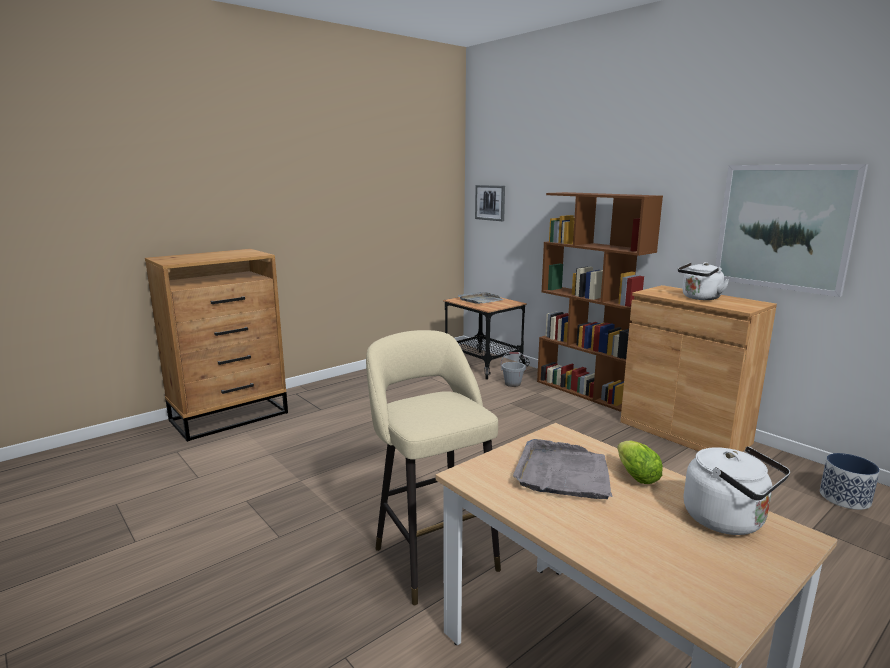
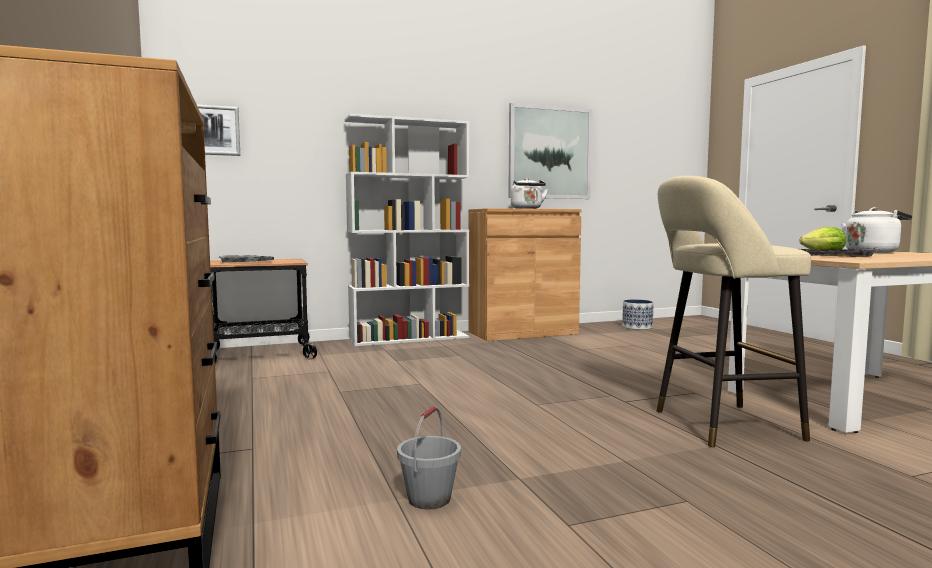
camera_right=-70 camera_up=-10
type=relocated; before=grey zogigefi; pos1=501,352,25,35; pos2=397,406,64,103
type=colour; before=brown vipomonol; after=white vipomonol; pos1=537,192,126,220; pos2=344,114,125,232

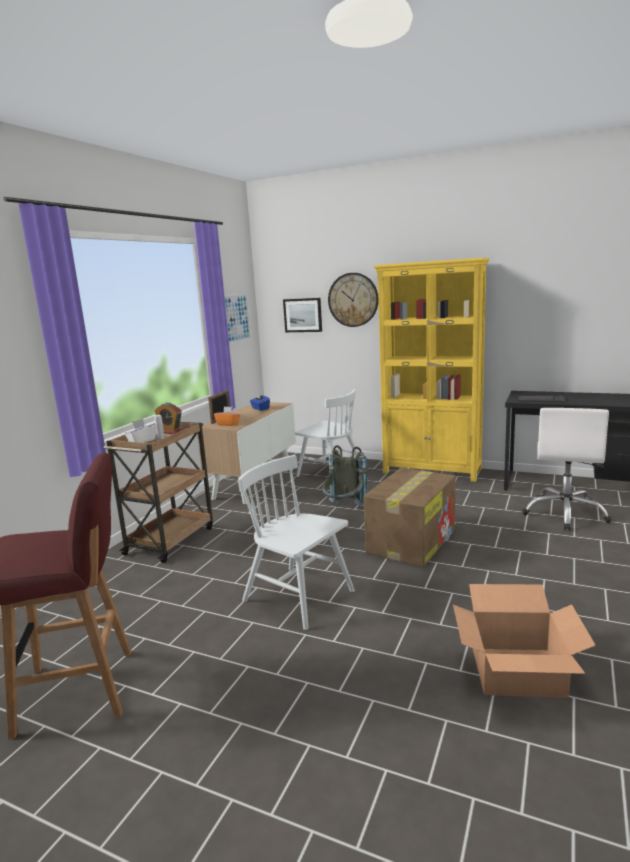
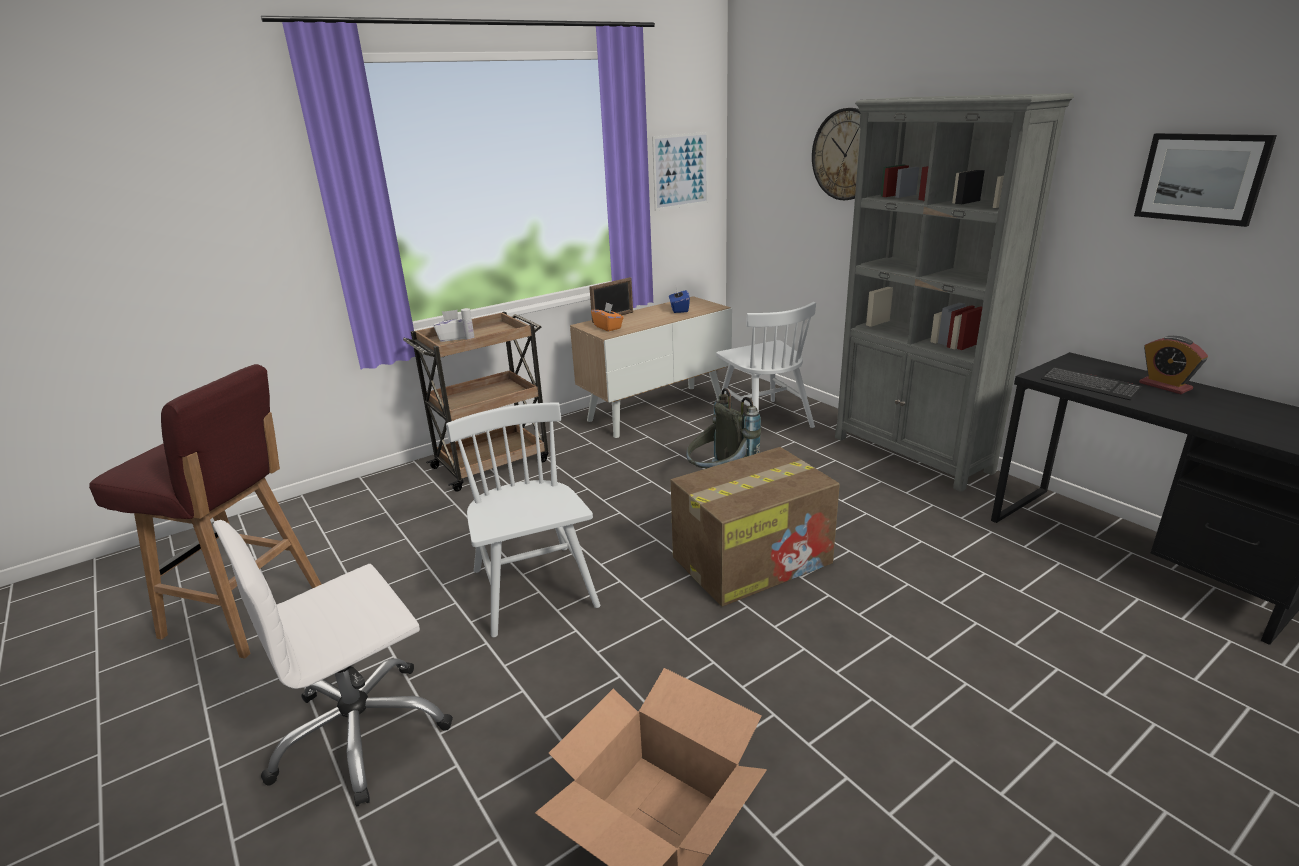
camera_right=30 camera_up=10
type=relocated; before=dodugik; pos1=154,403,29,31; pos2=1139,336,69,58
type=relocated; before=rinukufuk; pos1=283,298,39,34; pos2=1134,133,143,94
type=colour; before=yellow vipomonol; after=grey vipomonol; pos1=374,258,116,224; pos2=835,93,239,399
type=relocated; before=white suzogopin; pos1=522,408,90,123; pos2=213,520,240,286

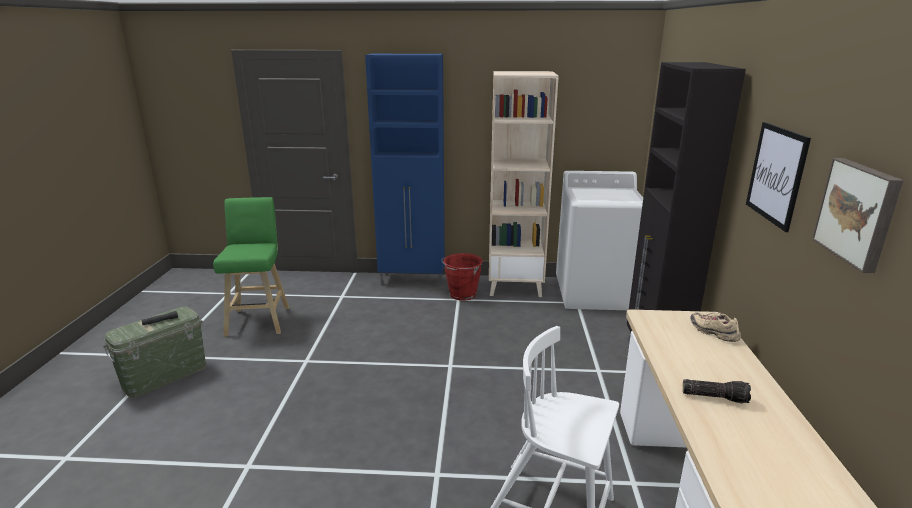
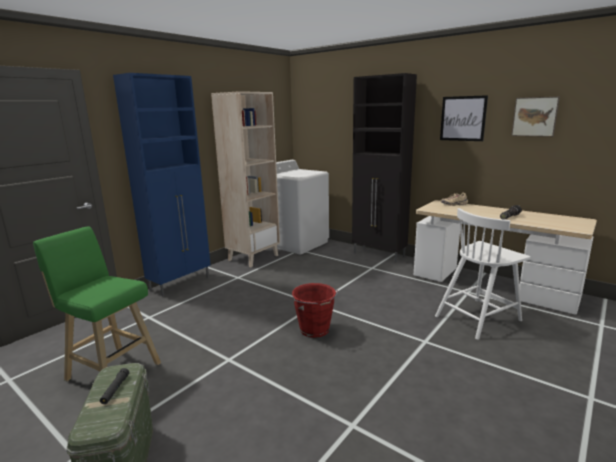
camera_right=-55 camera_up=-5
type=relocated; before=red zogigefi; pos1=441,253,42,48; pos2=292,283,46,55

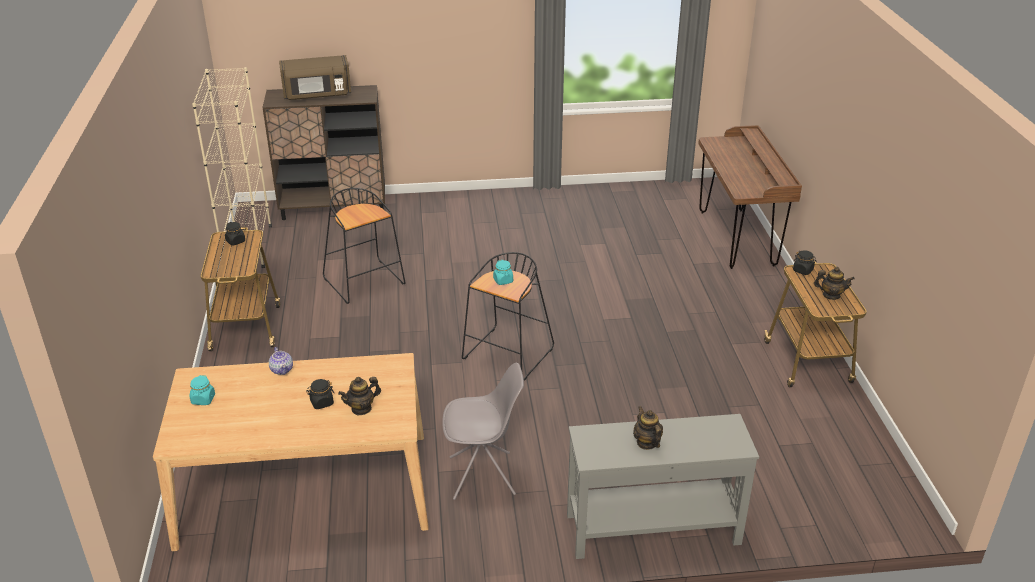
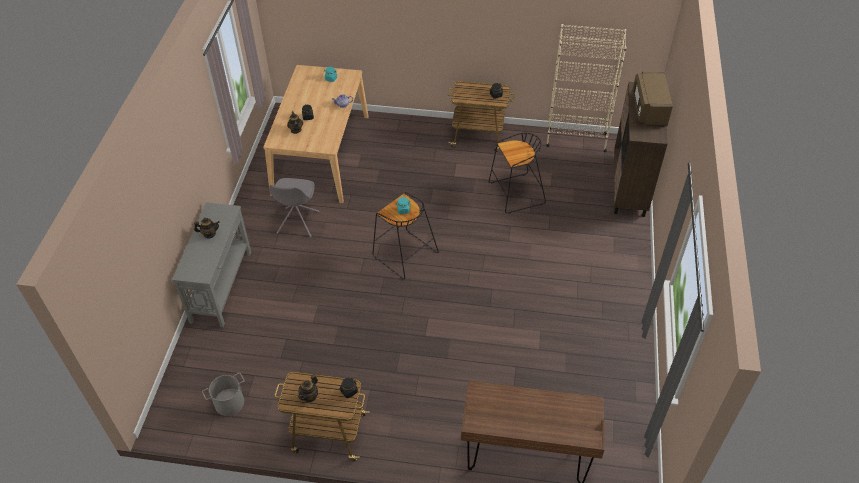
camera_right=105 camera_up=15
type=appeared; after=grey zogigefi; pos2=202,373,43,43

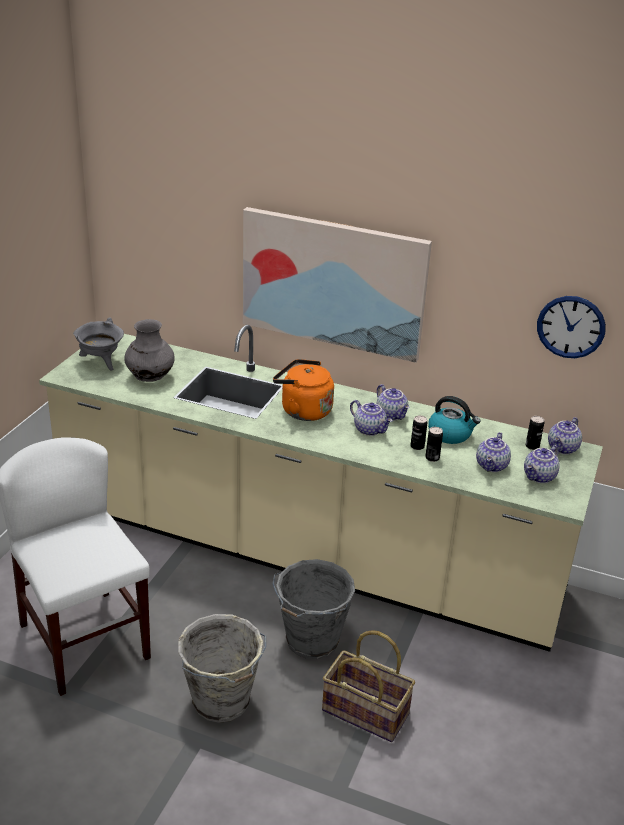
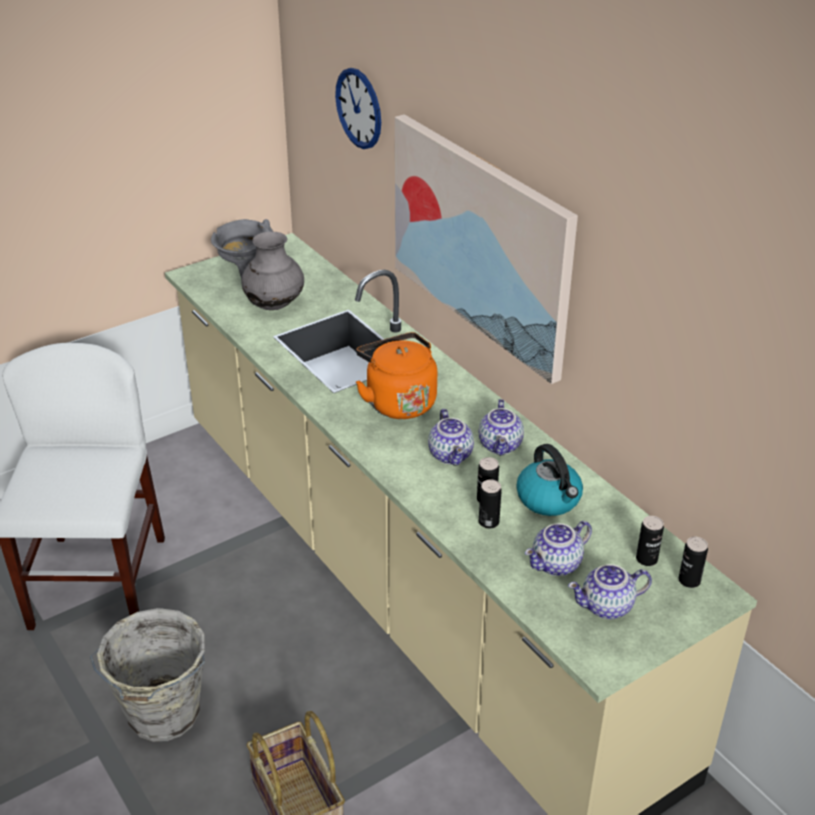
camera_right=35 camera_up=5
type=missing; before=grey zogigefi; pos1=272,559,83,100
type=relocated; before=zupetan; pos1=537,296,69,62; pos2=335,68,46,81
type=exchanged; before=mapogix; after=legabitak; pos1=548,417,34,38; pos2=678,537,30,51

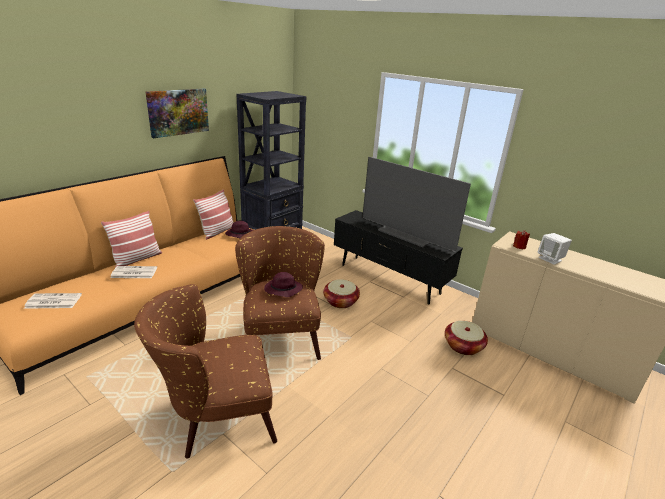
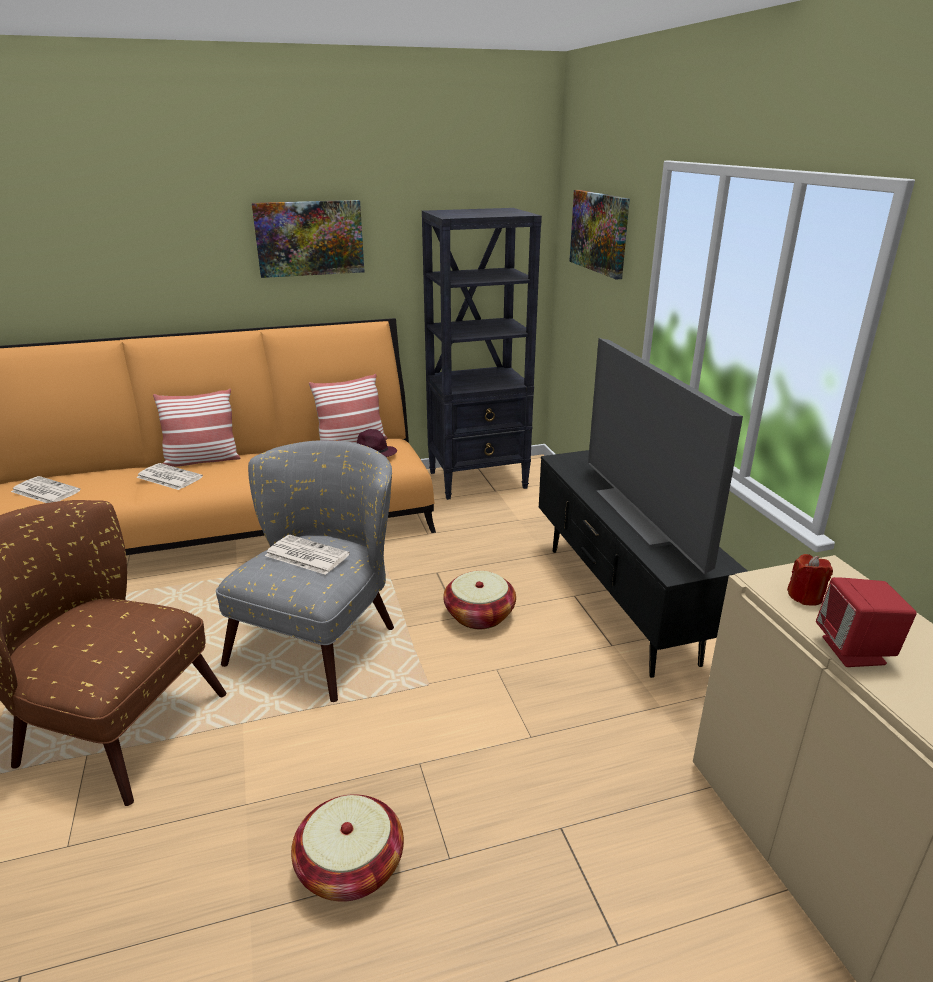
camera_right=35 camera_up=0
type=colour; before=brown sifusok; after=grey sifusok; pos1=235,226,90,134; pos2=216,440,178,262
type=exchanged; before=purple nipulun; after=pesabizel; pos1=264,272,39,25; pos2=265,535,85,40
type=relocated; before=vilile; pos1=445,321,43,34; pos2=291,794,113,108
type=colour; before=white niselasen; after=red niselasen; pos1=538,233,34,32; pos2=816,577,101,90
type=appeared; after=rinukufuk; pos2=569,190,61,90

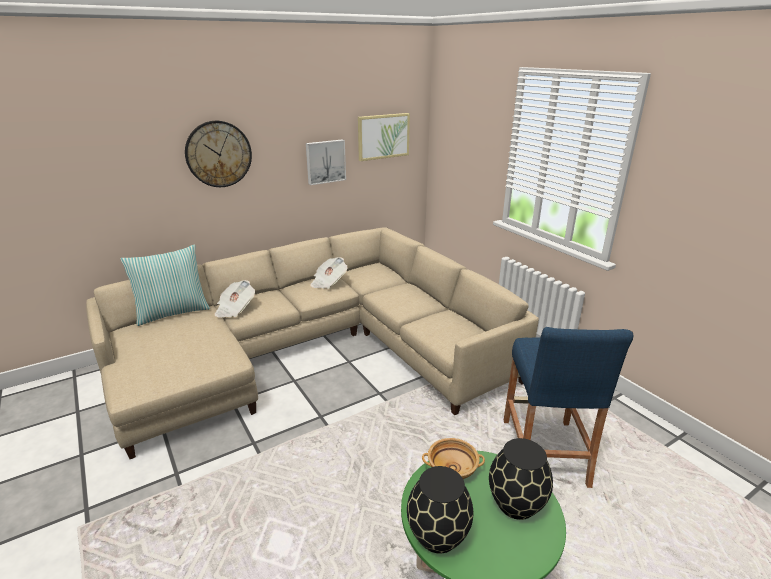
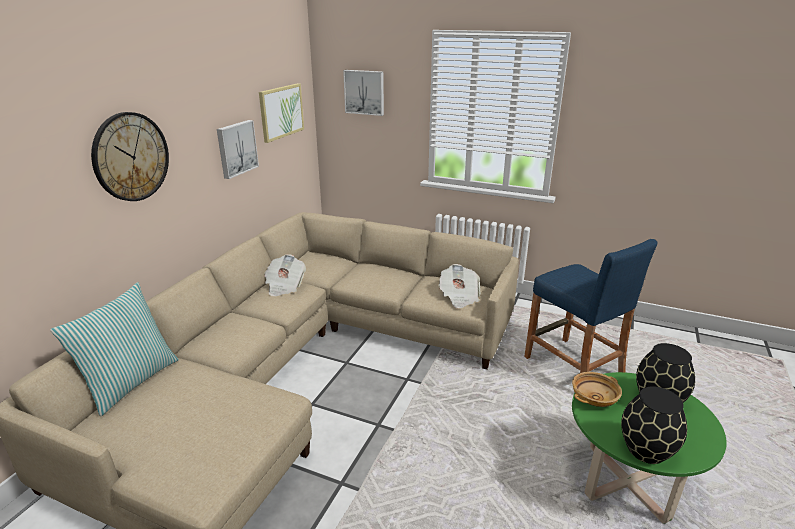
camera_right=-35 camera_up=0
type=relocated; before=pesabizel; pos1=214,280,41,37; pos2=438,264,42,45
type=appeared; after=rinukufuk; pos2=343,70,41,46

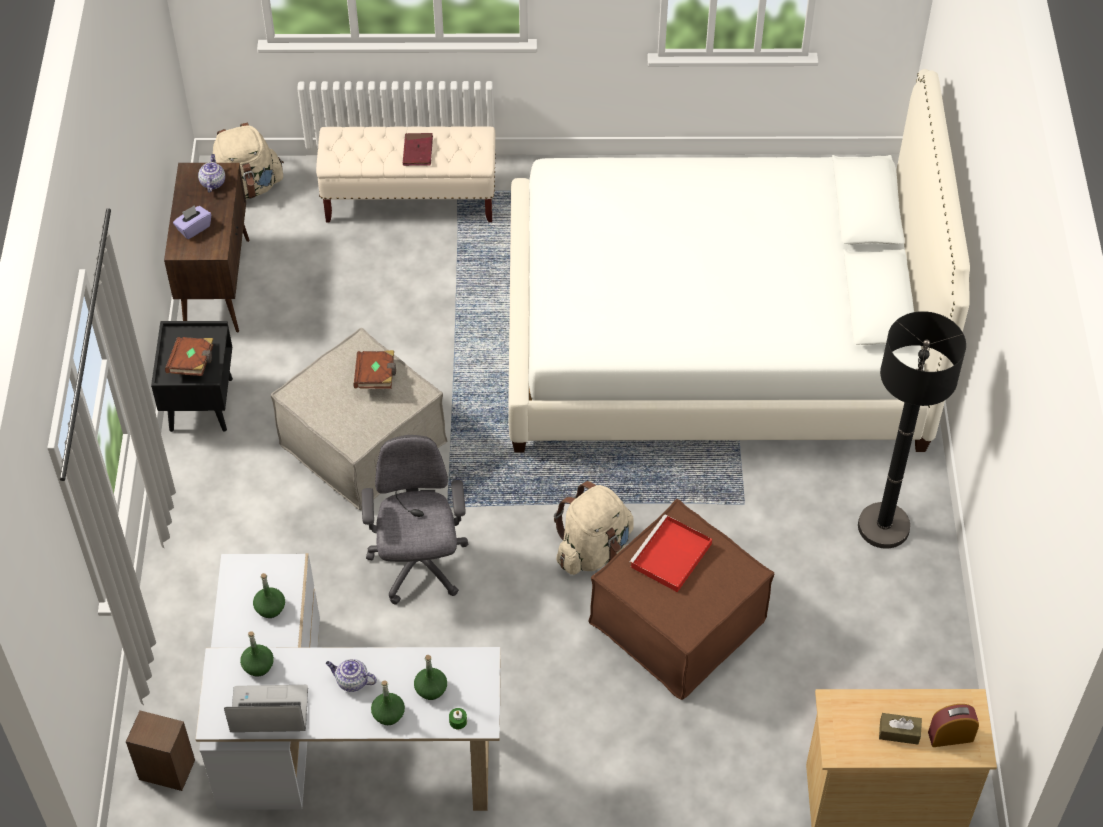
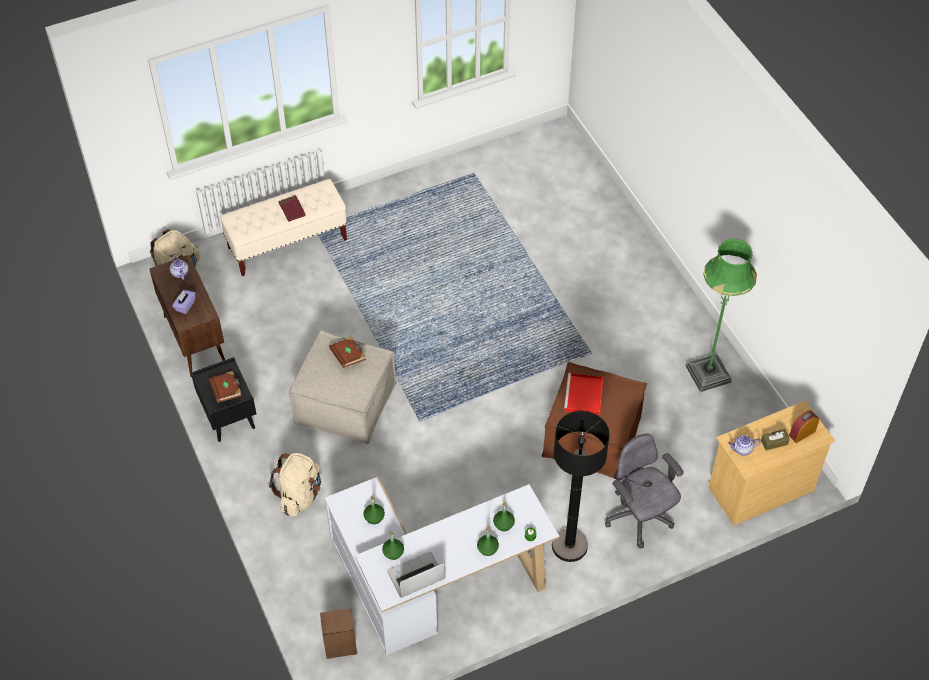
camera_right=-25 camera_up=0
type=relocated; before=mapogix; pos1=326,659,51,33; pos2=728,435,33,21
type=relocated; before=grey suzogopin; pos1=362,435,106,169; pos2=605,434,79,114
type=missing; before=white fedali; pos1=508,69,462,383
type=relocated; before=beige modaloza; pos1=554,481,80,94; pos2=269,453,52,64
type=relocated; before=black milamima; pos1=858,311,108,238; pos2=552,411,58,151
type=appeared; after=green milamima; pos2=686,239,71,153

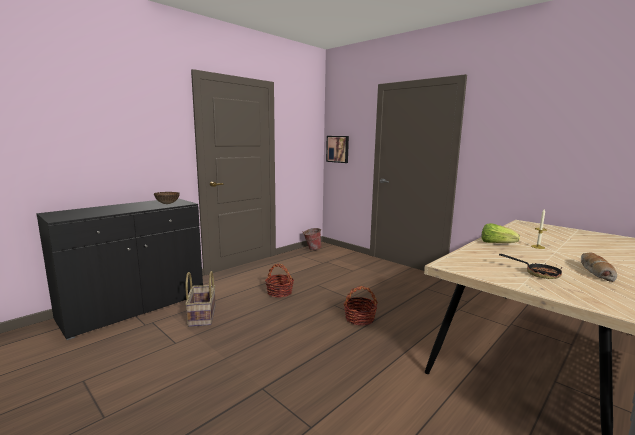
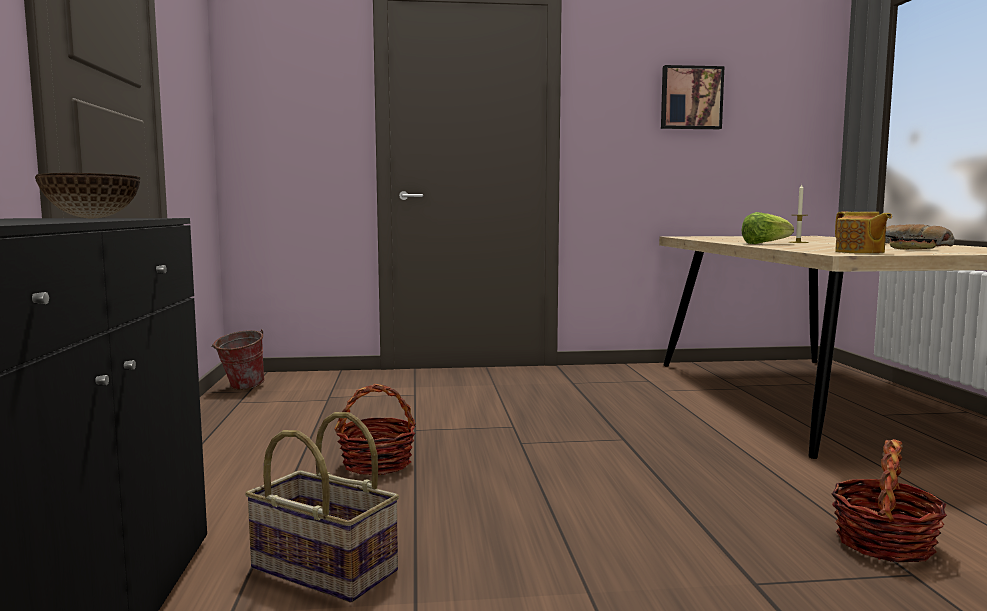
camera_right=-50 camera_up=-5
type=relocated; before=rinukufuk; pos1=326,136,23,27; pos2=661,65,63,64
type=relocated; before=vilile; pos1=344,286,34,40; pos2=831,439,116,123
type=appeared; after=mapogix; pos2=835,211,57,43

